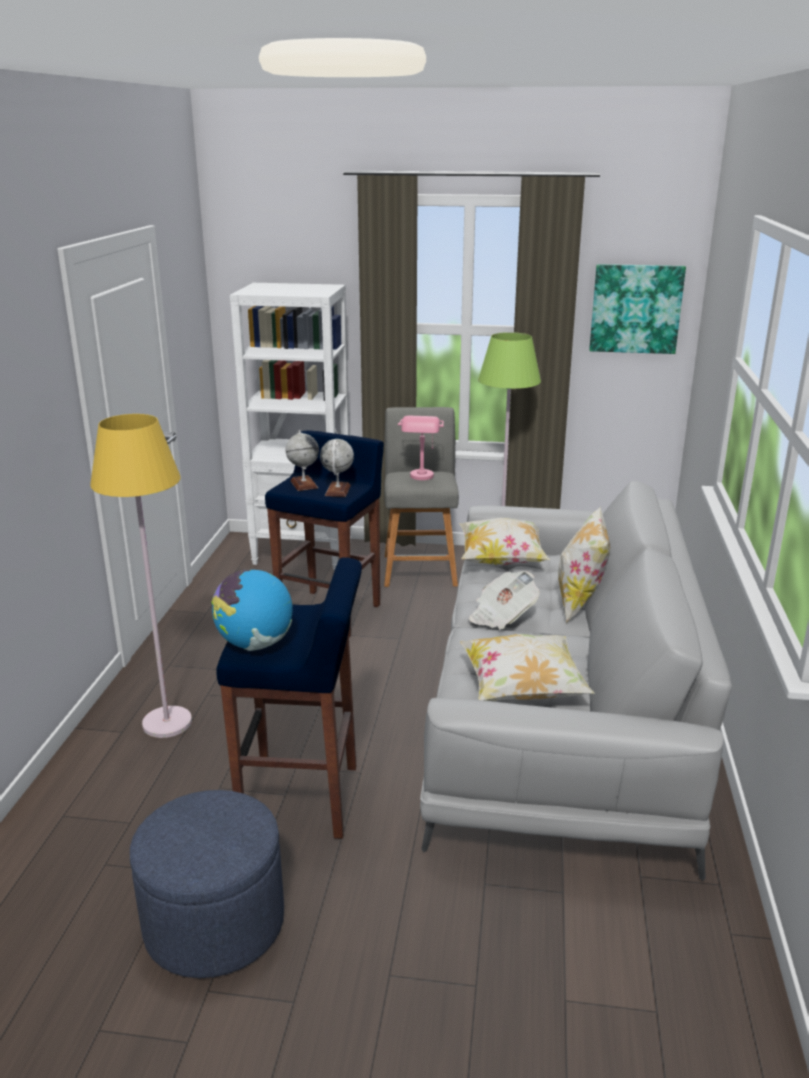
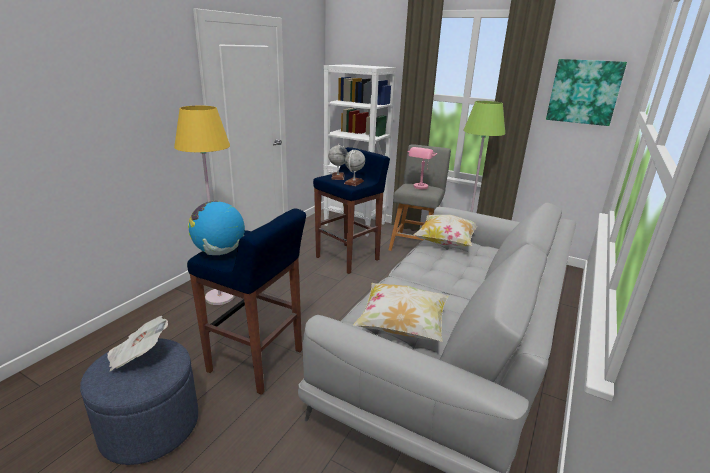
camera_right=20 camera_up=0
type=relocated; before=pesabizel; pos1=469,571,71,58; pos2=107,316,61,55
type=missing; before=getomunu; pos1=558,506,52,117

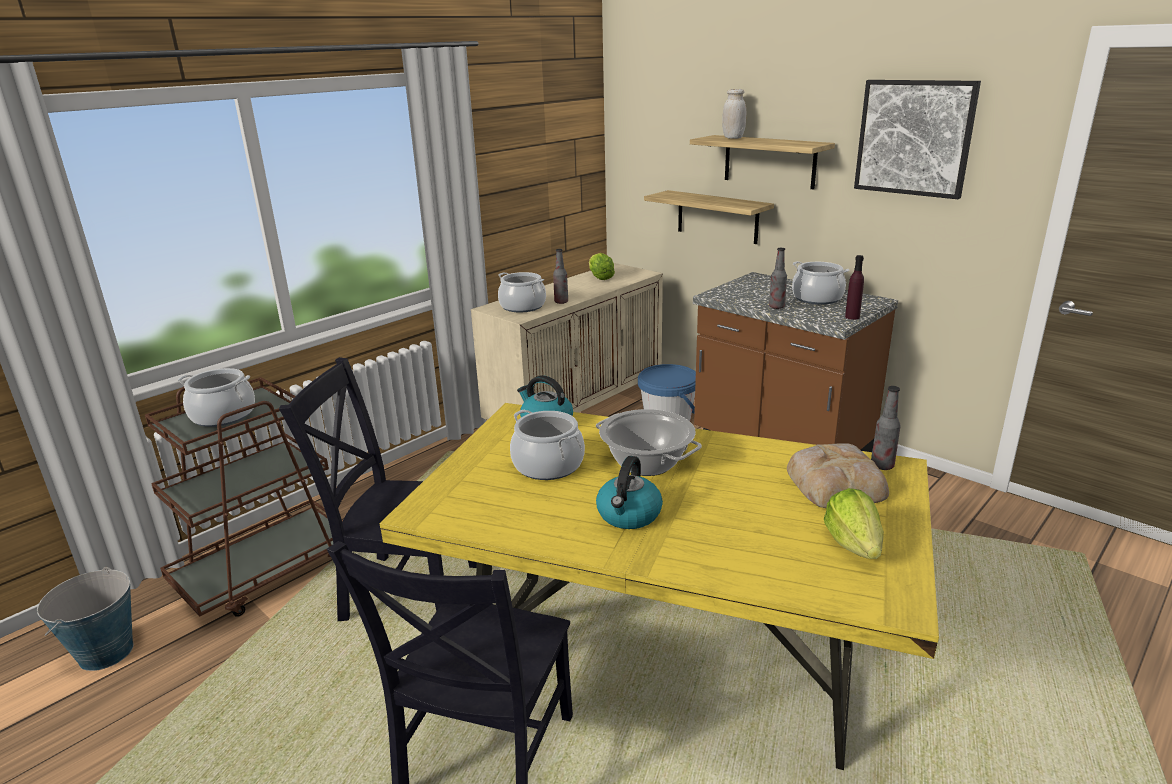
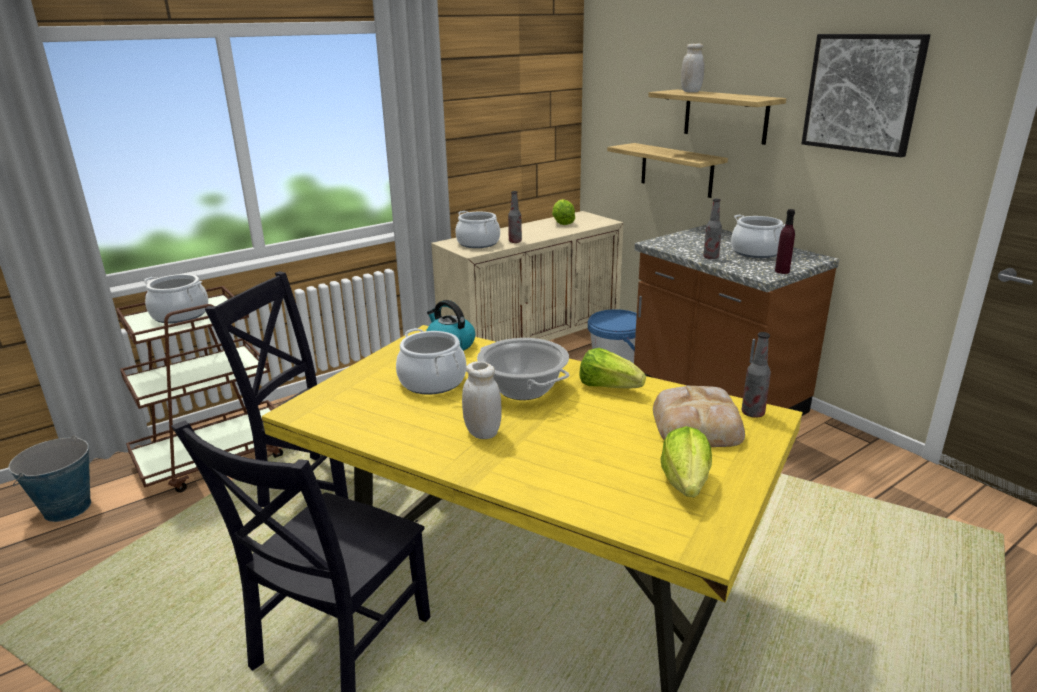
camera_right=10 camera_up=0
type=exchanged; before=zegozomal; after=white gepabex; pos1=596,456,67,73; pos2=462,361,40,78
type=appeared; after=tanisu; pos2=579,348,67,41

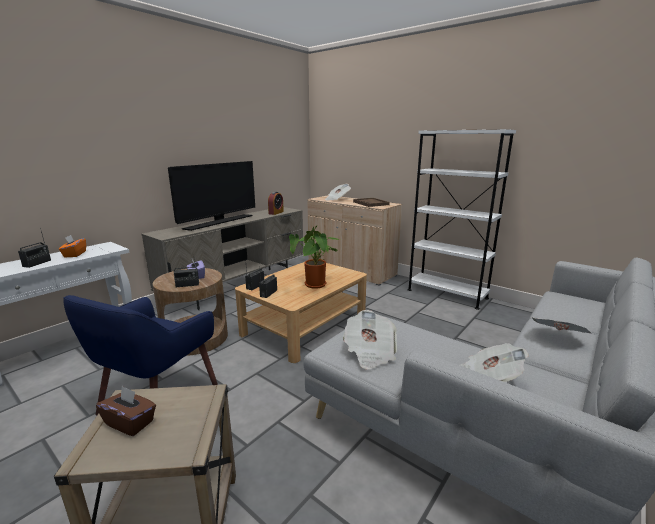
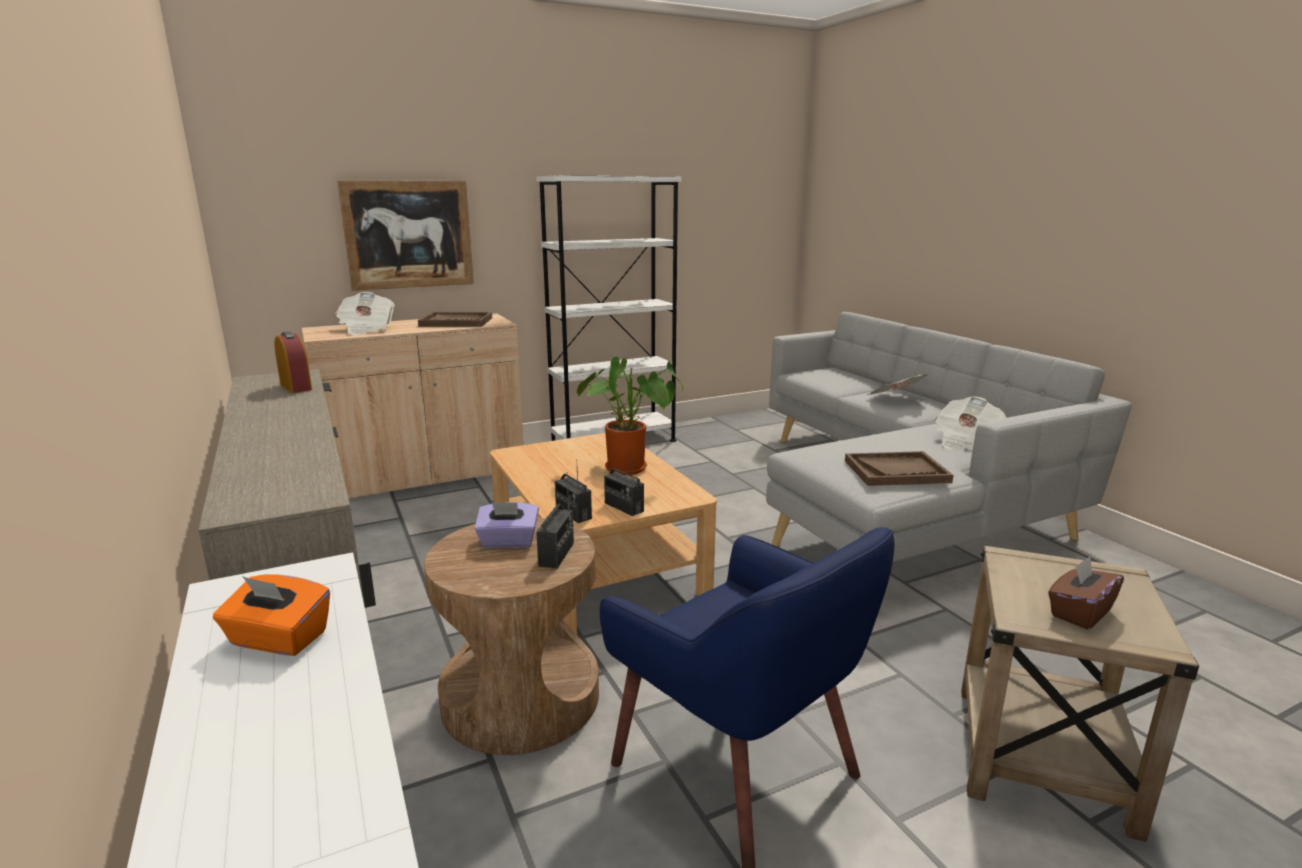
camera_right=-65 camera_up=0
type=missing; before=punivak; pos1=18,228,33,40
type=missing; before=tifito; pos1=168,161,87,70
type=exchanged; before=pesabizel; after=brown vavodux; pos1=343,310,54,60; pos2=845,451,108,35
type=appeared; after=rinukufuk; pos2=337,181,137,110

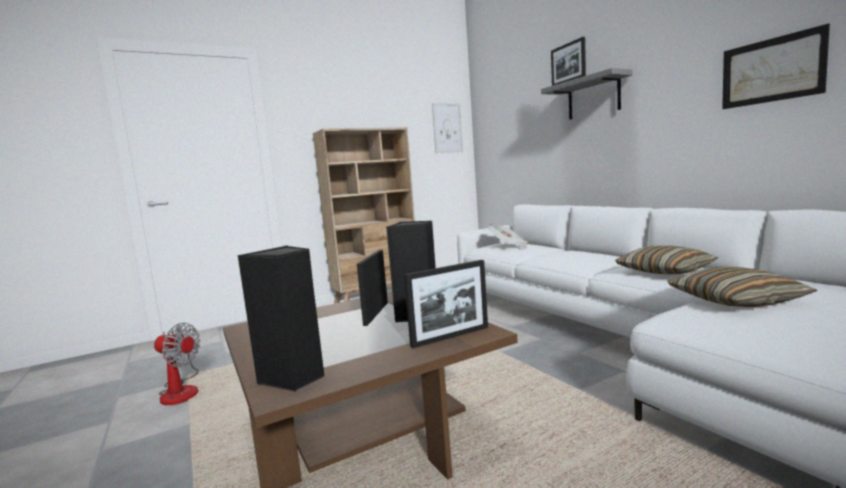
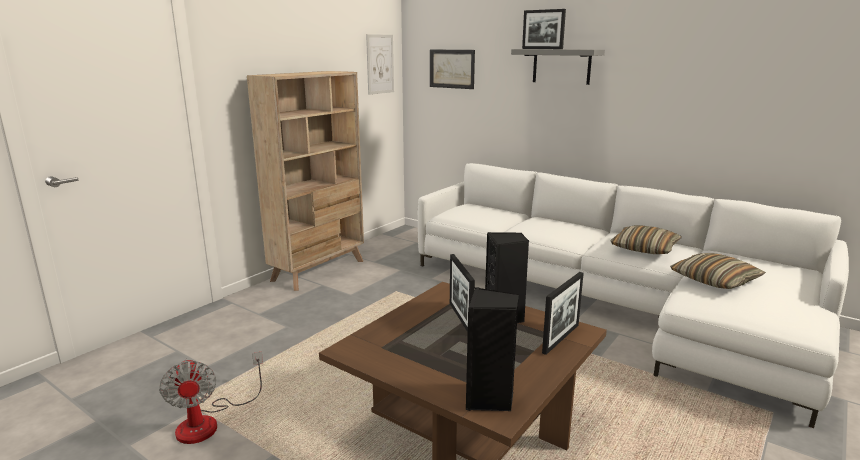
camera_right=-25 camera_up=10
type=spun; before=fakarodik; pos1=154,323,46,82; pos2=159,351,104,93; turn=75
type=missing; before=pesabizel; pos1=488,224,40,24
type=relocated; before=rinukufuk; pos1=722,23,108,86; pos2=430,49,45,40

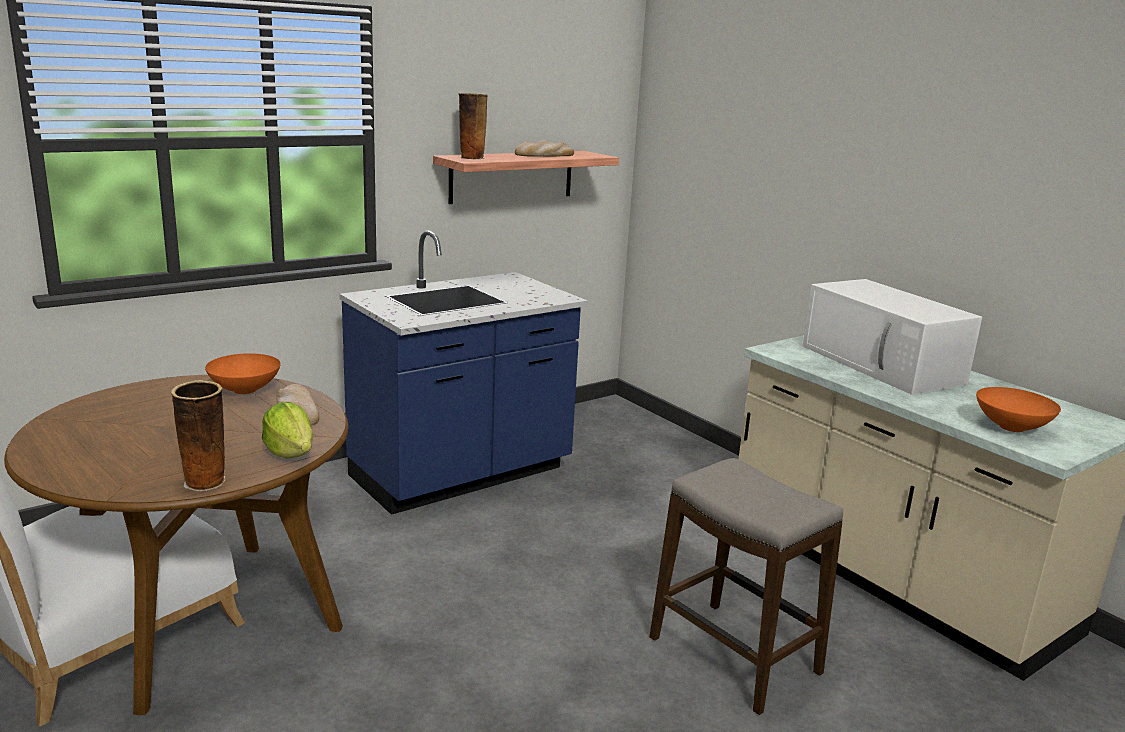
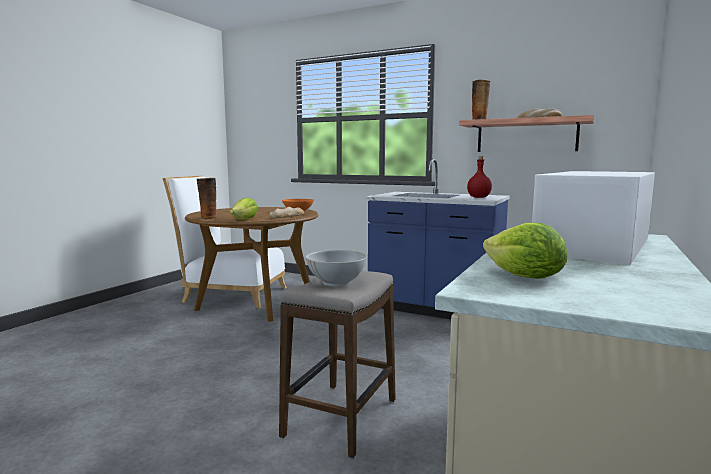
camera_right=65 camera_up=-10
type=exchanged; before=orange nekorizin; after=tanisu; pos1=976,387,85,45; pos2=483,223,84,56
type=appeared; after=white nekorizin; pos2=306,250,61,36
type=appeared; after=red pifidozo; pos2=467,156,25,42

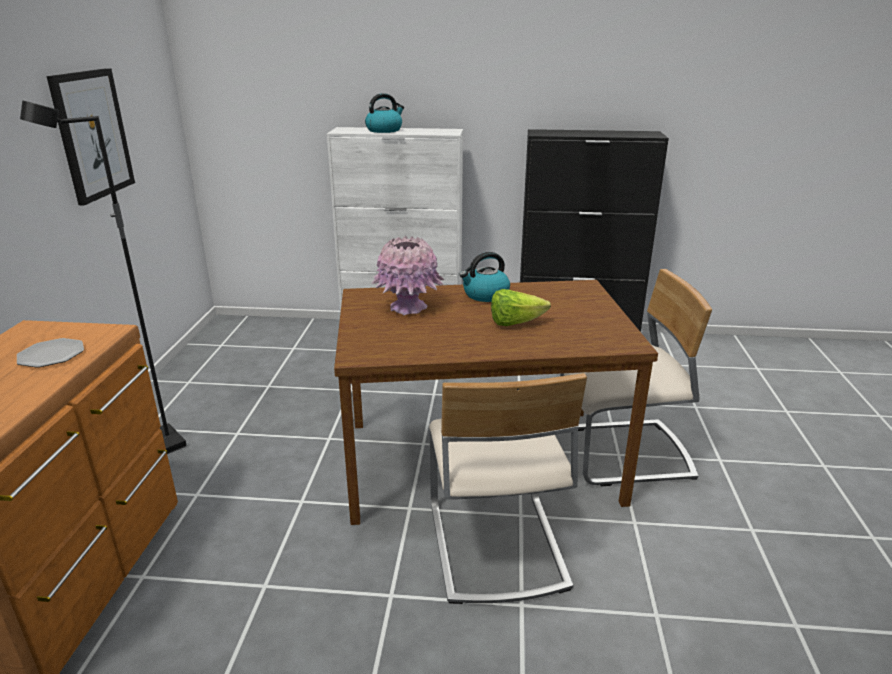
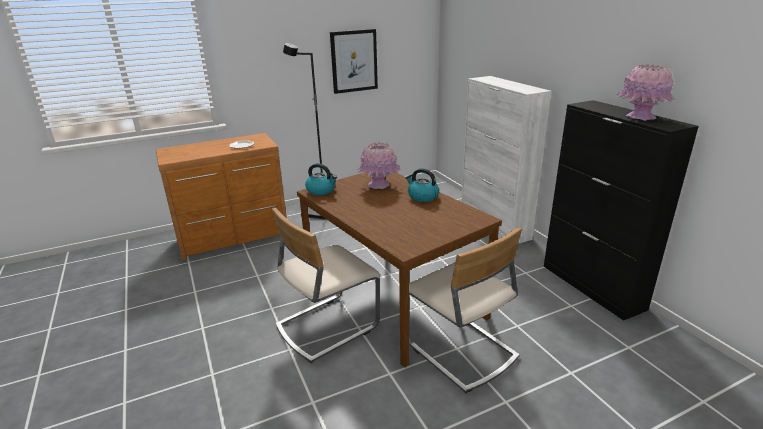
camera_right=60 camera_up=0
type=relocated; before=zegozomal; pos1=365,93,39,40; pos2=305,163,32,32
type=missing; before=tanisu; pos1=491,289,60,37
type=appeared; after=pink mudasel; pos2=617,64,58,57

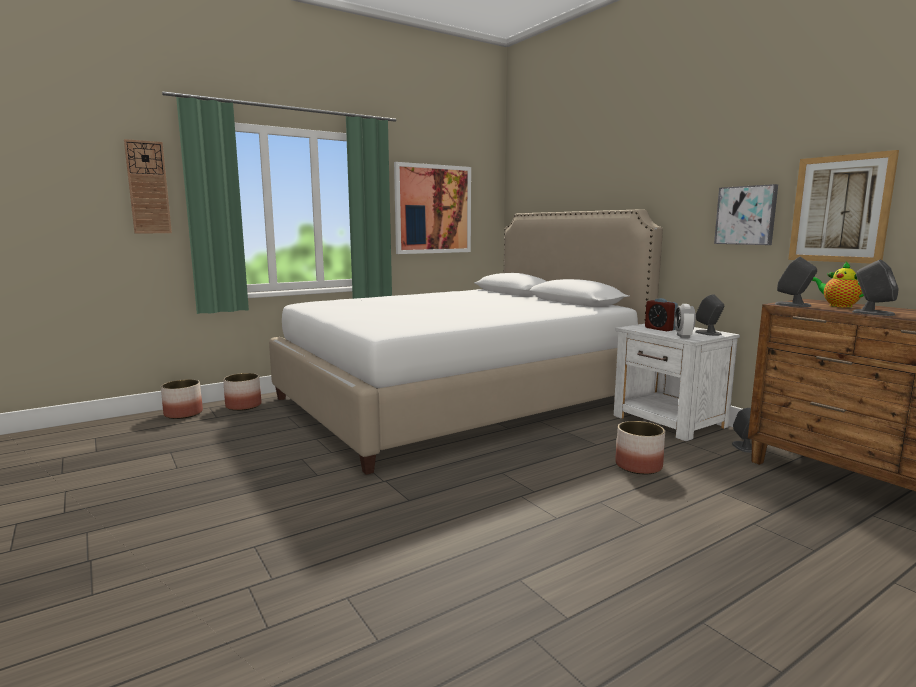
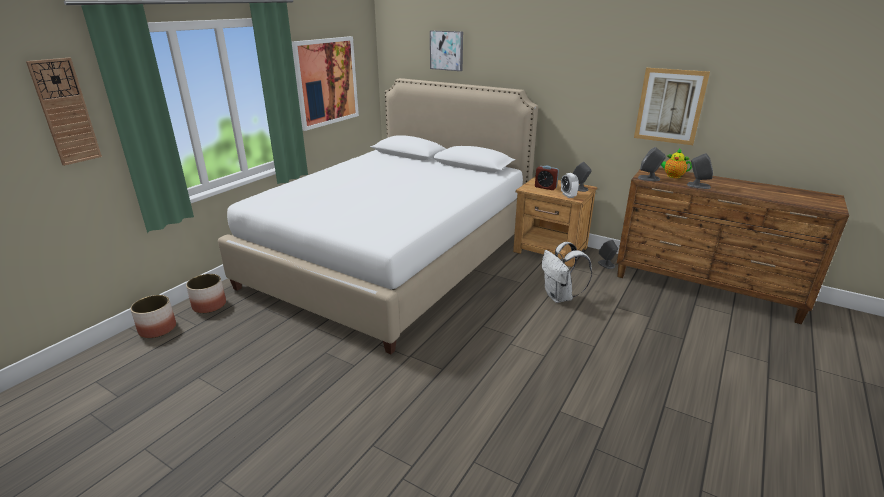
camera_right=-25 camera_up=15
type=colour; before=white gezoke; after=brown gezoke; pos1=614,324,126,117; pos2=513,176,85,91
type=exchanged; before=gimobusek; after=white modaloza; pos1=615,421,50,53; pos2=542,242,50,61
type=relocated; before=rinukufuk; pos1=714,184,64,61; pos2=430,30,33,41

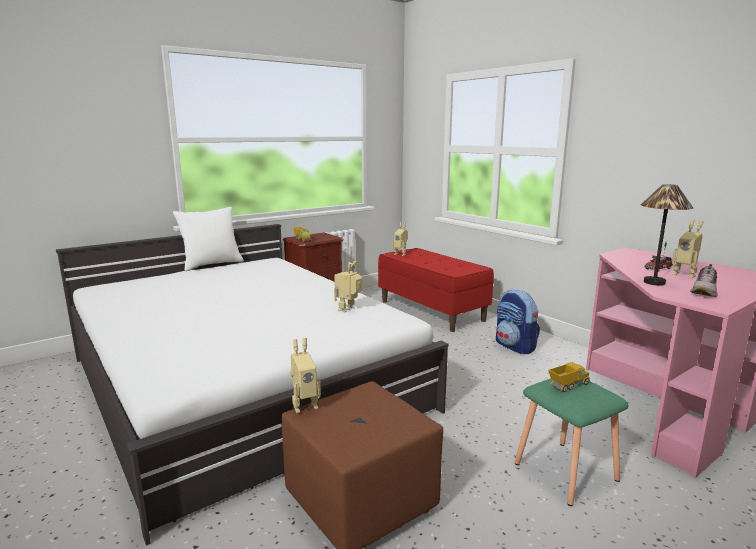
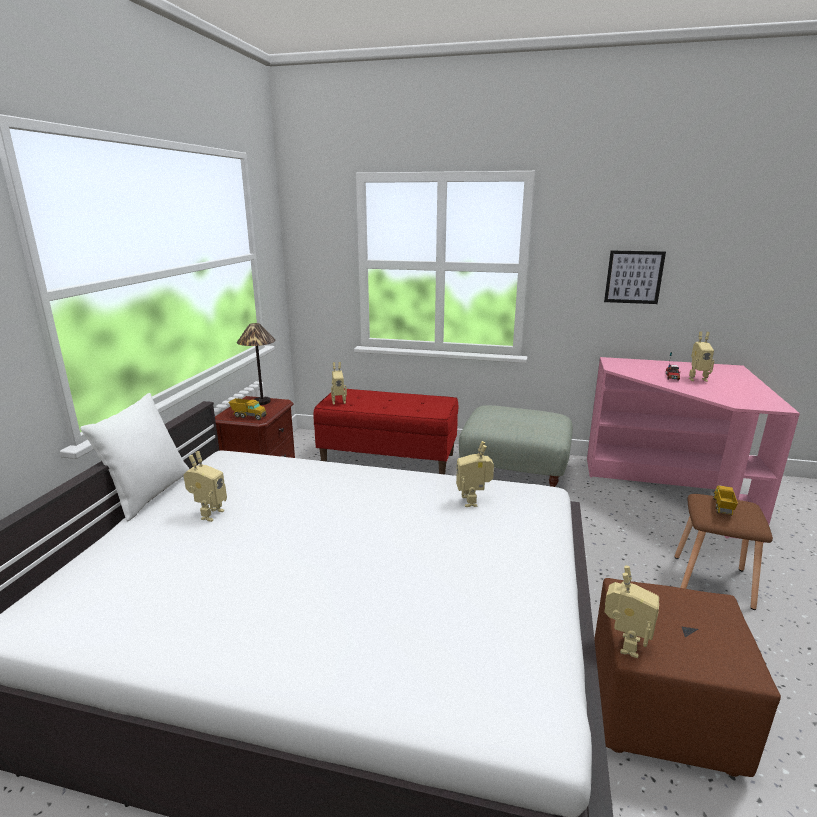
camera_right=-40 camera_up=5
type=exchanged; before=modaloza; after=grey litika; pos1=496,289,44,65; pos2=459,405,114,82
type=colour; before=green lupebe; after=brown lupebe; pos1=515,379,114,127; pos2=674,494,99,116
type=relocated; before=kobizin; pos1=641,184,52,102; pos2=237,323,39,82
type=missing; before=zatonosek; pos1=690,264,28,33
type=appeared; after=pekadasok; pos2=183,451,44,71
type=appeared; after=rinukufuk; pos2=604,251,62,53

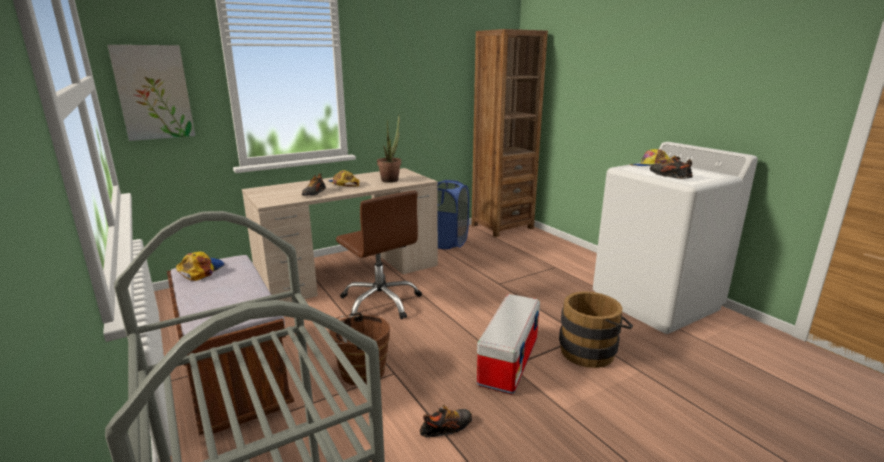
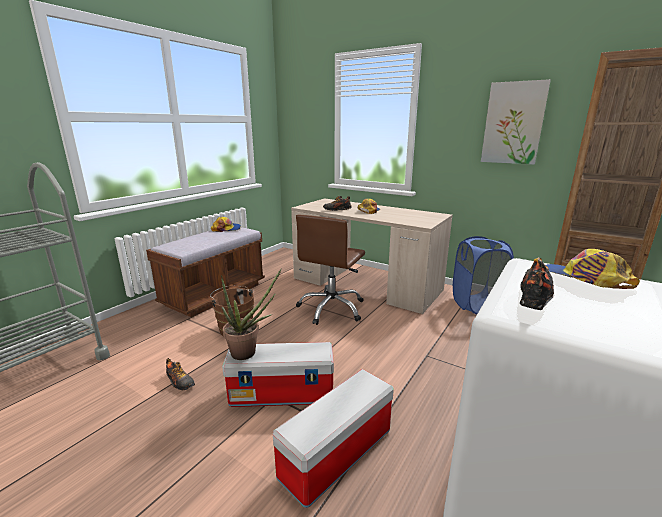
camera_right=65 camera_up=0
type=relocated; before=rinukufuk; pos1=108,45,87,96; pos2=481,79,70,86
type=relocated; before=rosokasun; pos1=377,115,24,68; pos2=221,268,61,92
type=exchanged; before=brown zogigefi; after=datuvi; pos1=559,291,74,77; pos2=273,369,121,139

